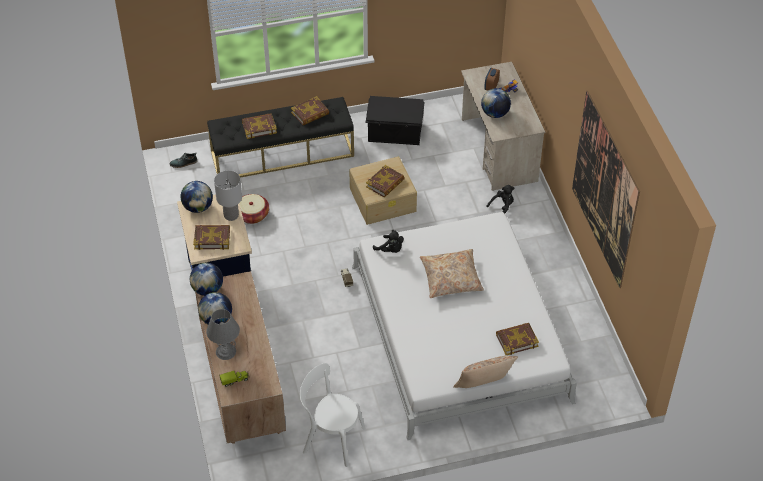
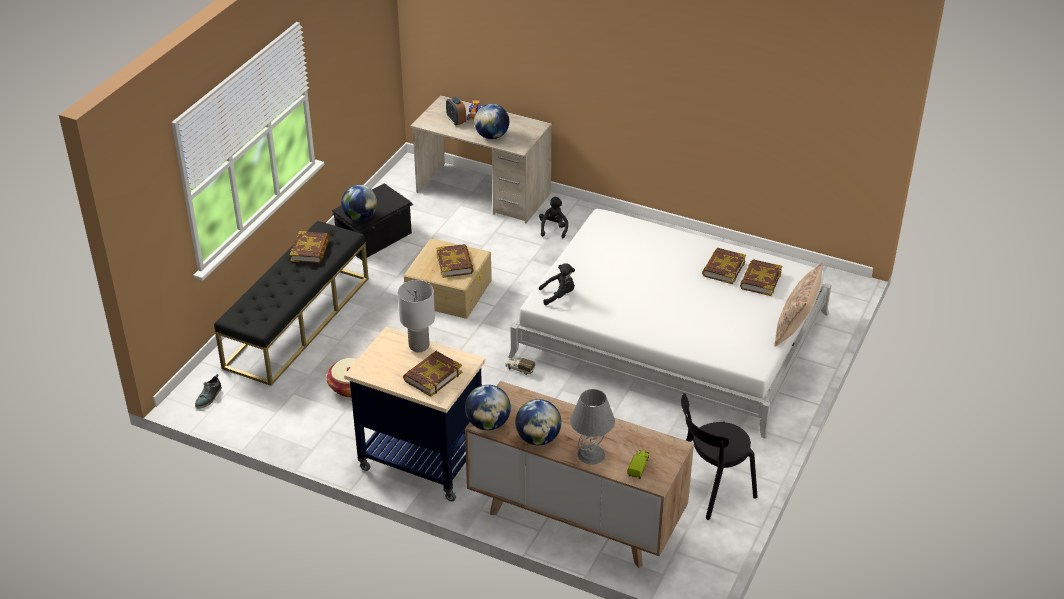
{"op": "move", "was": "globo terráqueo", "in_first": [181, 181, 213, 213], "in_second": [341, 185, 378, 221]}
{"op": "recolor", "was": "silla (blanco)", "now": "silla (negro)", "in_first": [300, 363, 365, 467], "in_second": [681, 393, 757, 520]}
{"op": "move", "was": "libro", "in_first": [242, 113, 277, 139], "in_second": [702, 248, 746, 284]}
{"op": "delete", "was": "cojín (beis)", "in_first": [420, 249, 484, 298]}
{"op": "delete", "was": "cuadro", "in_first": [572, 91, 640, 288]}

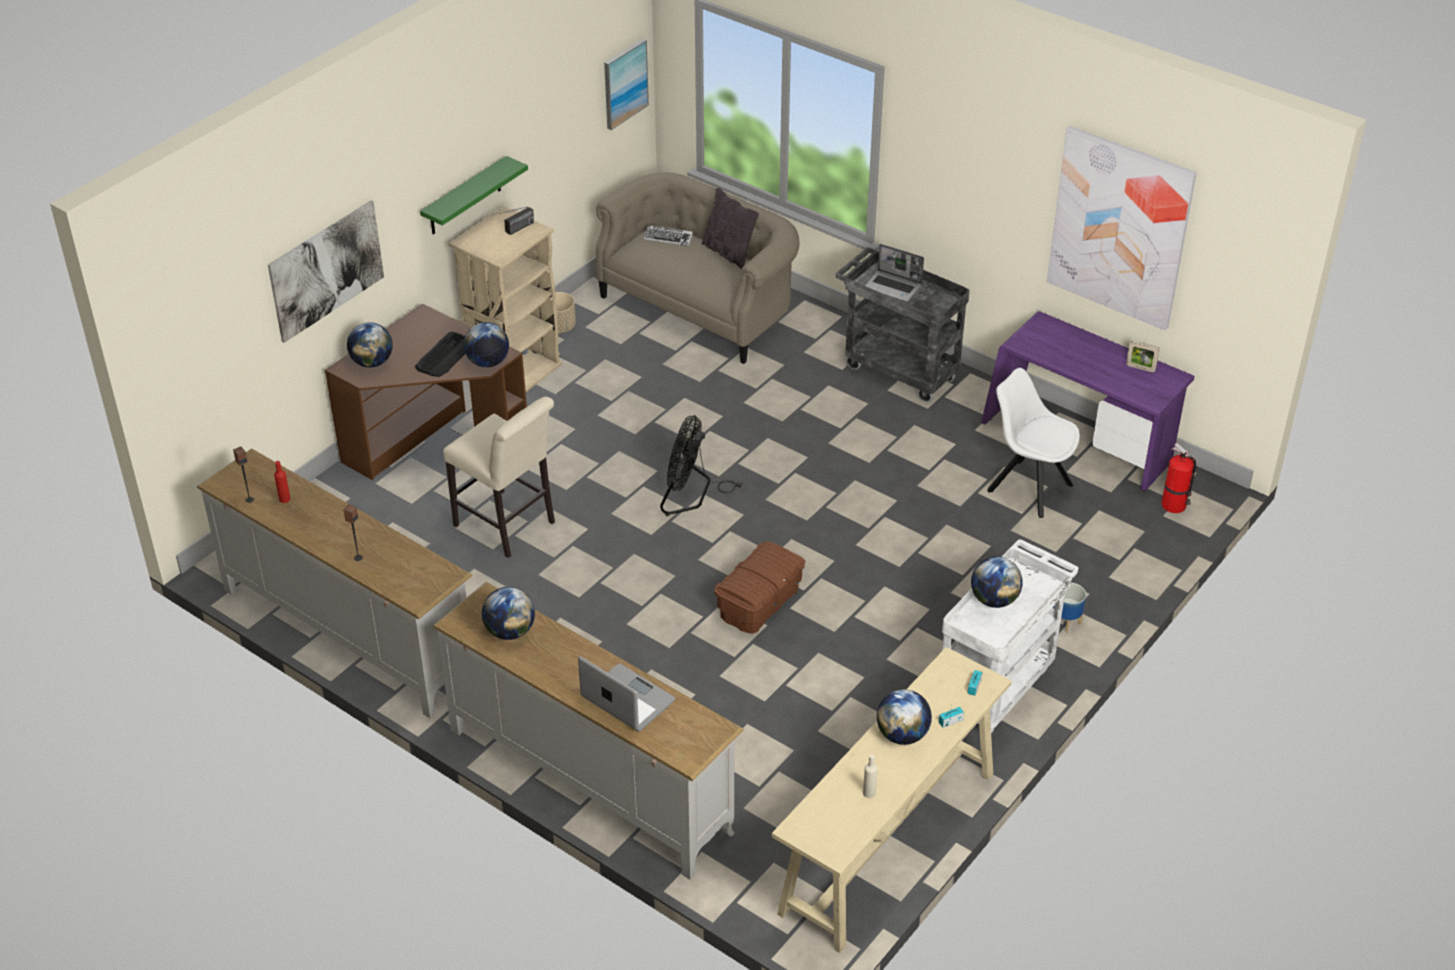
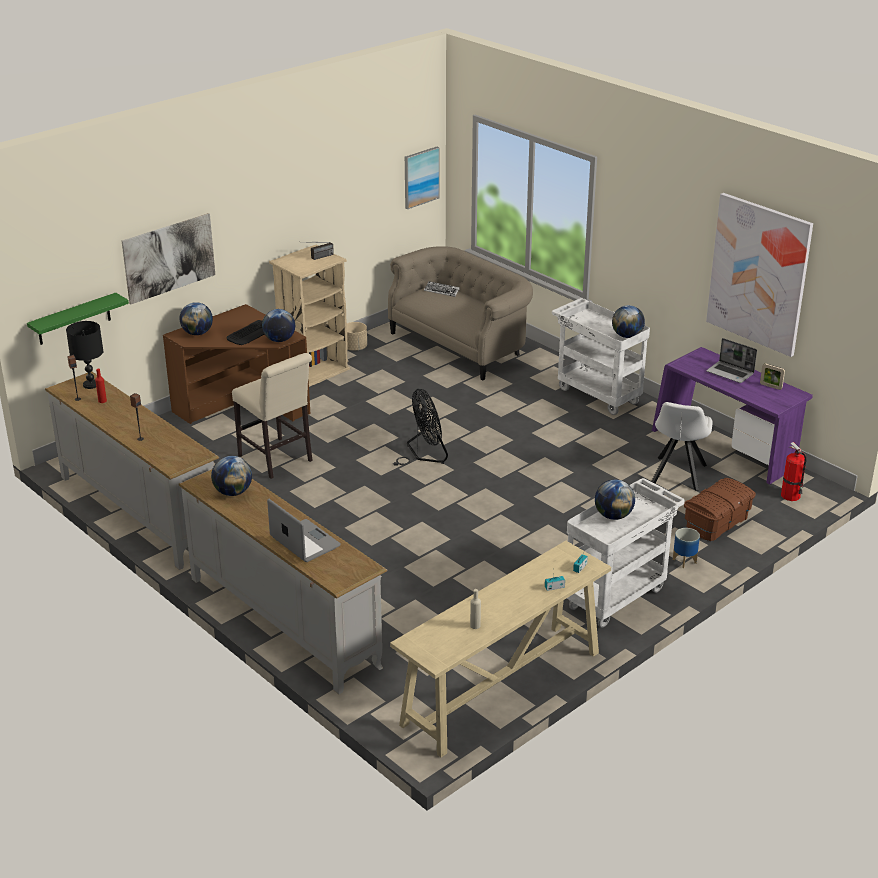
{"op": "move", "was": "estante (verde)", "in_first": [420, 156, 528, 235], "in_second": [27, 293, 129, 345]}
{"op": "insert", "now": "lámpara de mesa (negro)", "in_second": [66, 321, 103, 389]}
{"op": "rotate", "was": "ventilador (negro)", "in_first": [660, 415, 744, 517], "in_second": [393, 389, 448, 466], "clockwise": 135}
{"op": "recolor", "was": "carrito (negro)", "now": "carrito (blanco)", "in_first": [836, 247, 970, 402], "in_second": [552, 298, 650, 415]}
{"op": "move", "was": "globo terráqueo", "in_first": [877, 689, 932, 745], "in_second": [612, 305, 645, 338]}
{"op": "rotate", "was": "silla (blanco)", "in_first": [987, 368, 1080, 518], "in_second": [651, 402, 713, 491], "clockwise": -120}
{"op": "move", "was": "caja de almacenaje (marrón)", "in_first": [714, 541, 805, 634], "in_second": [684, 478, 756, 541]}
{"op": "move", "was": "portátil", "in_first": [865, 244, 924, 302], "in_second": [706, 338, 757, 383]}
{"op": "delete", "was": "cojín (negro)", "in_first": [702, 188, 759, 269]}

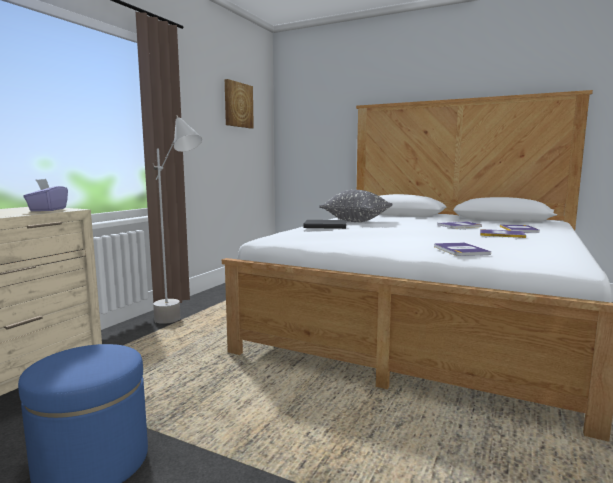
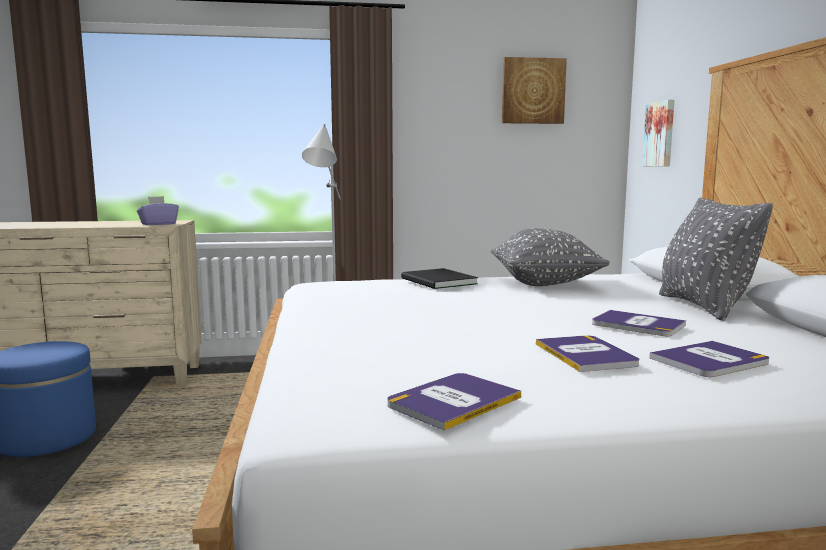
{"op": "move", "was": "libro", "in_first": [434, 243, 491, 256], "in_second": [387, 373, 521, 431]}
{"op": "insert", "now": "cuadro", "in_second": [642, 100, 674, 167]}
{"op": "insert", "now": "cojín (gris)", "in_second": [659, 198, 773, 321]}

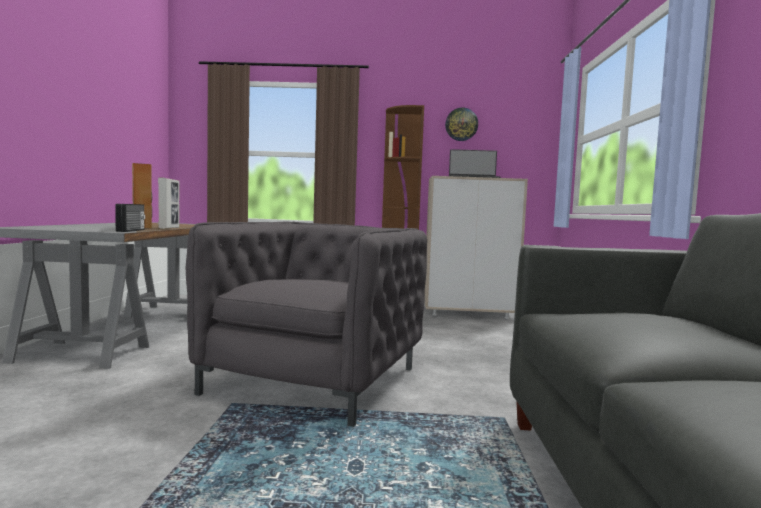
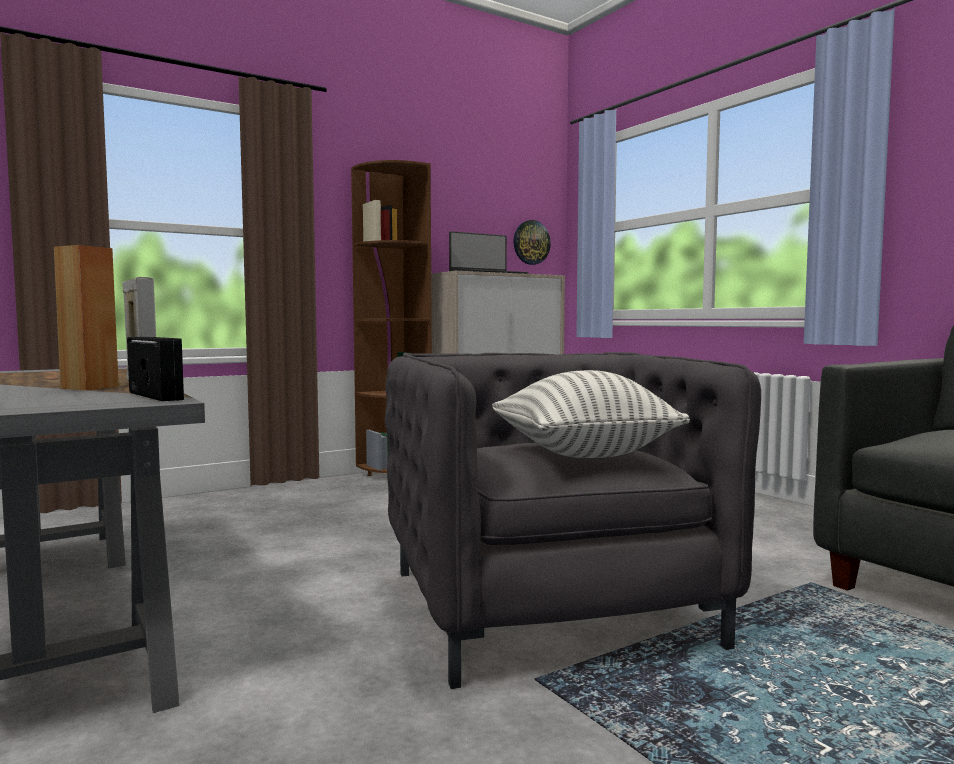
{"op": "insert", "now": "cojín", "in_second": [492, 370, 690, 458]}
{"op": "move", "was": "reloj de pared", "in_first": [445, 108, 478, 141], "in_second": [514, 220, 551, 265]}

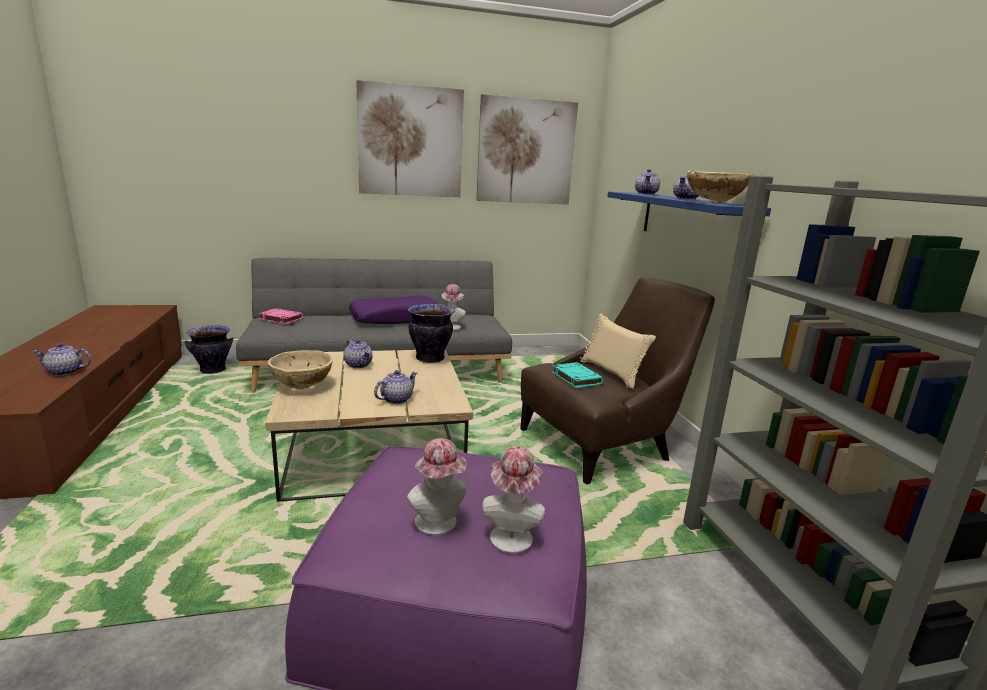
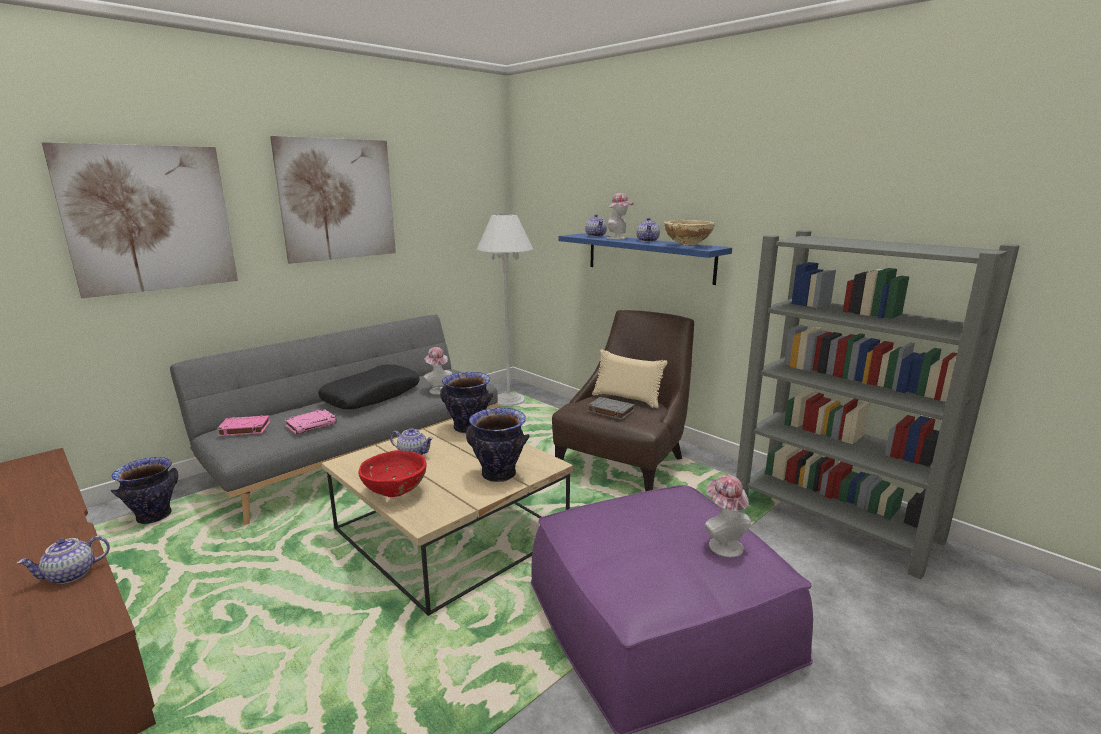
{"op": "move", "was": "cuadro", "in_first": [476, 94, 578, 205], "in_second": [42, 142, 238, 298]}
{"op": "insert", "now": "libro (rosa)", "in_second": [284, 409, 337, 434]}
{"op": "recolor", "was": "cojín (morado)", "now": "cojín (negro)", "in_first": [349, 295, 437, 324], "in_second": [318, 365, 420, 409]}
{"op": "recolor", "was": "cuenco (beis)", "now": "cuenco (rojo)", "in_first": [268, 350, 333, 389], "in_second": [358, 450, 427, 497]}
{"op": "replace", "was": "tetera", "now": "florero", "in_first": [374, 370, 418, 404], "in_second": [466, 408, 530, 482]}
{"op": "insert", "now": "lámpara de pie (blanco)", "in_second": [477, 214, 533, 406]}
{"op": "recolor", "was": "libro (turquesa)", "now": "libro (gris)", "in_first": [552, 362, 604, 388], "in_second": [587, 397, 635, 420]}
{"op": "move", "was": "sombrero", "in_first": [407, 438, 466, 535], "in_second": [606, 193, 634, 240]}

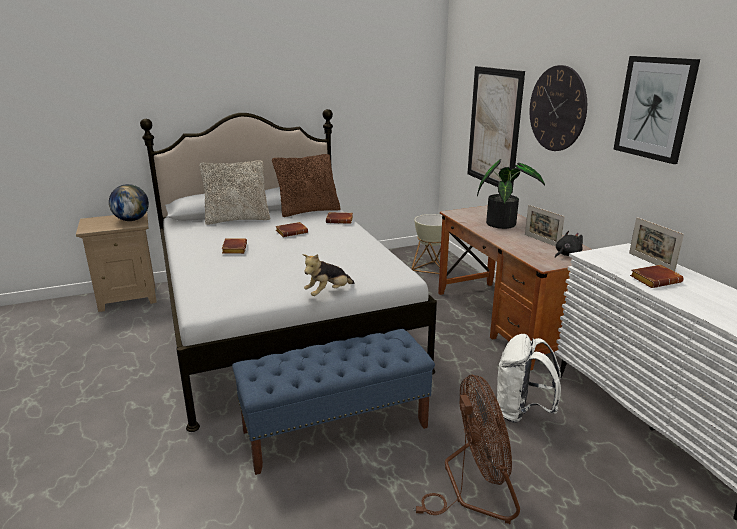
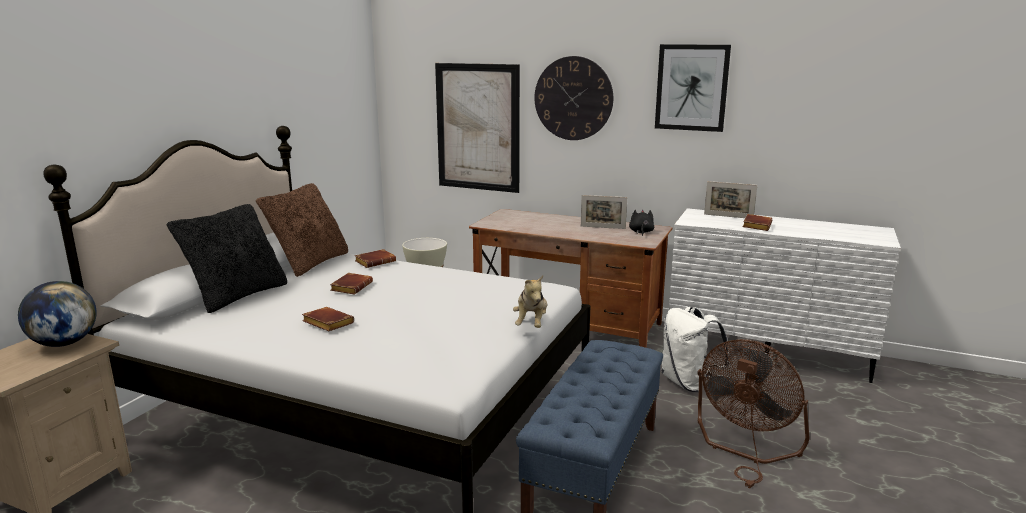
{"op": "recolor", "was": "cojín (beis)", "now": "cojín (negro)", "in_first": [200, 160, 270, 225], "in_second": [167, 204, 287, 313]}
{"op": "delete", "was": "planta en maceta", "in_first": [477, 159, 545, 229]}

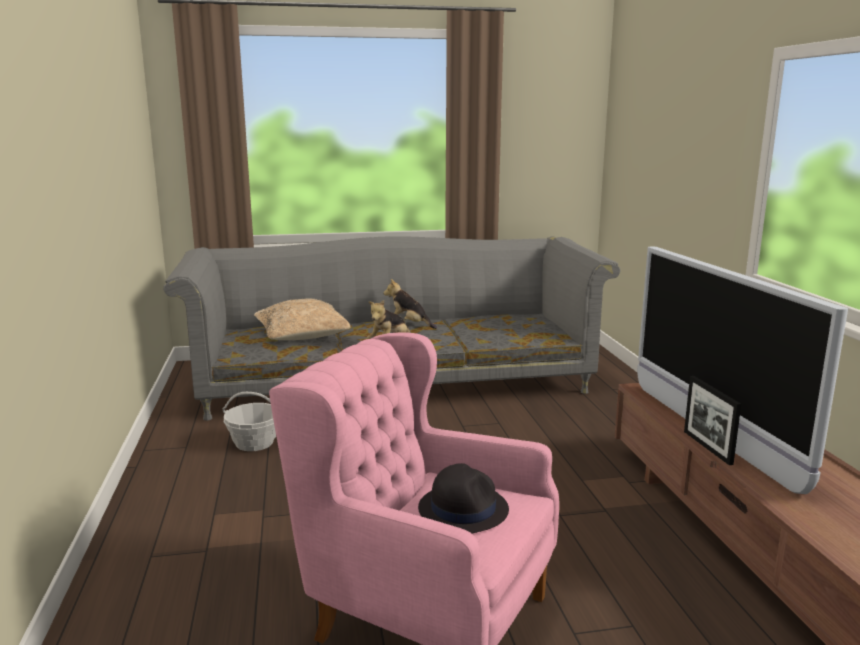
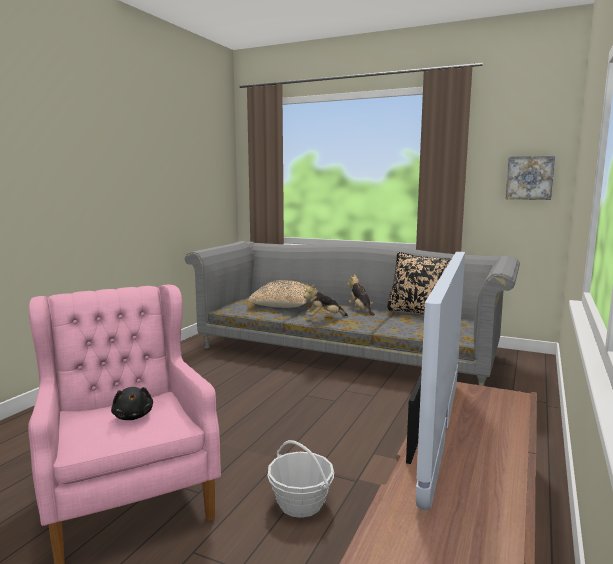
{"op": "replace", "was": "sombrero (negro)", "now": "peluche (negro)", "in_first": [418, 463, 509, 534], "in_second": [111, 387, 153, 420]}
{"op": "move", "was": "cesta", "in_first": [223, 392, 276, 451], "in_second": [267, 440, 334, 518]}
{"op": "insert", "now": "cojín (negro)", "in_second": [387, 252, 452, 314]}
{"op": "insert", "now": "cuadro", "in_second": [506, 156, 555, 200]}

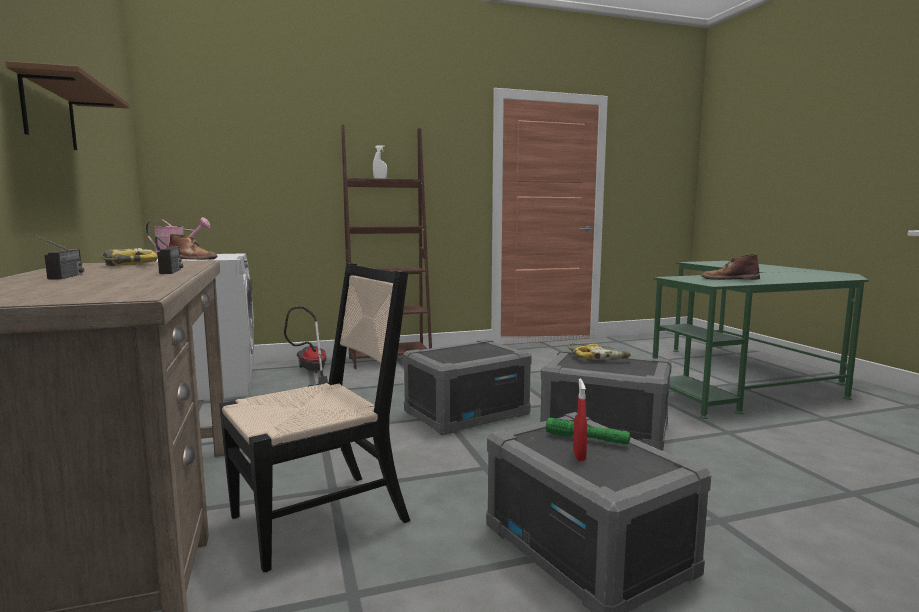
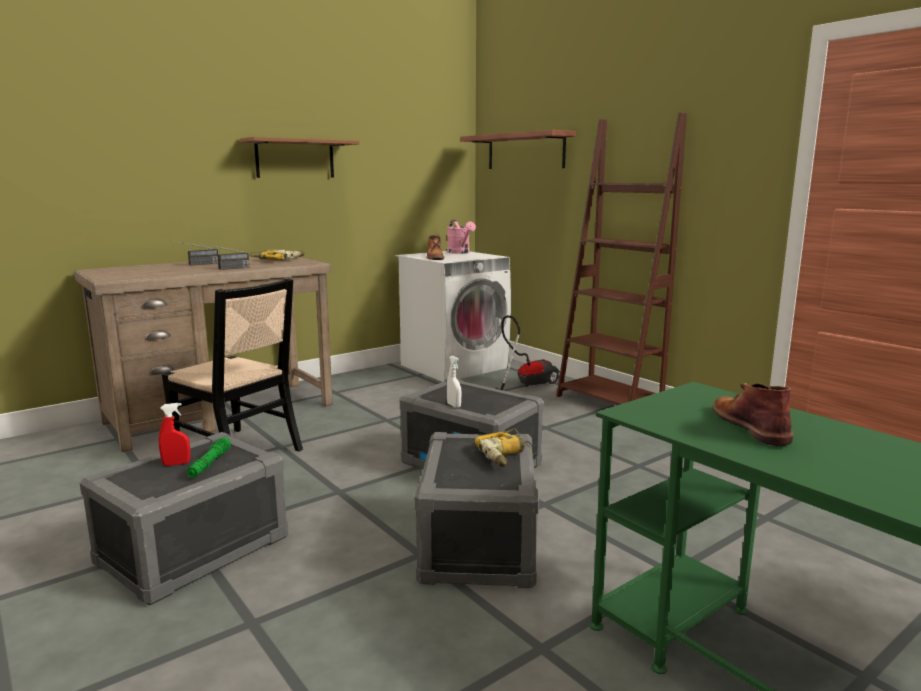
{"op": "move", "was": "pulverizador (blanco)", "in_first": [373, 145, 387, 179], "in_second": [447, 356, 461, 408]}
{"op": "insert", "now": "estante", "in_second": [460, 130, 576, 169]}

